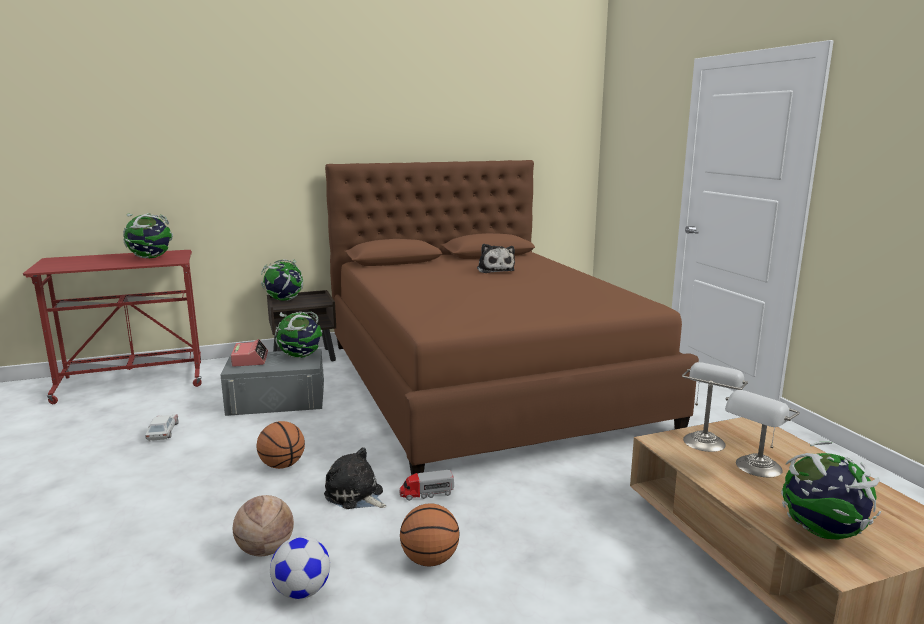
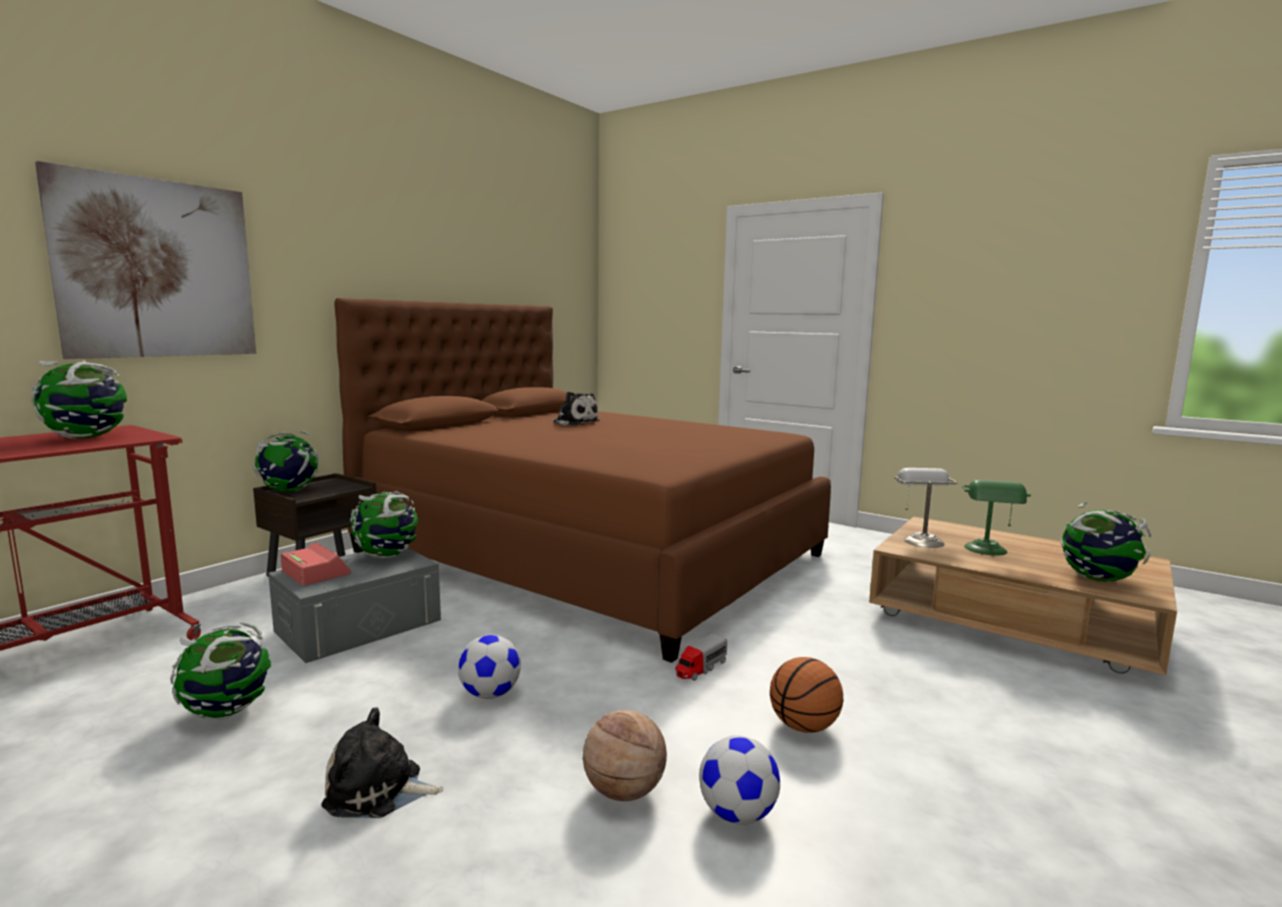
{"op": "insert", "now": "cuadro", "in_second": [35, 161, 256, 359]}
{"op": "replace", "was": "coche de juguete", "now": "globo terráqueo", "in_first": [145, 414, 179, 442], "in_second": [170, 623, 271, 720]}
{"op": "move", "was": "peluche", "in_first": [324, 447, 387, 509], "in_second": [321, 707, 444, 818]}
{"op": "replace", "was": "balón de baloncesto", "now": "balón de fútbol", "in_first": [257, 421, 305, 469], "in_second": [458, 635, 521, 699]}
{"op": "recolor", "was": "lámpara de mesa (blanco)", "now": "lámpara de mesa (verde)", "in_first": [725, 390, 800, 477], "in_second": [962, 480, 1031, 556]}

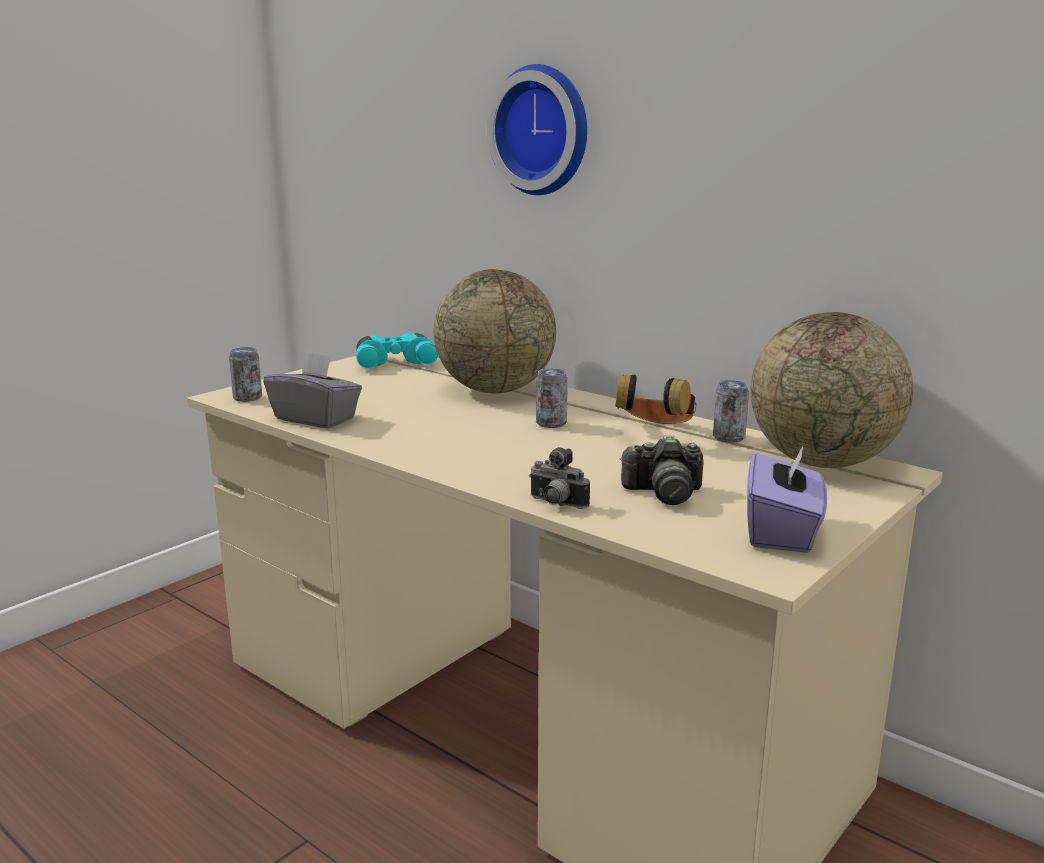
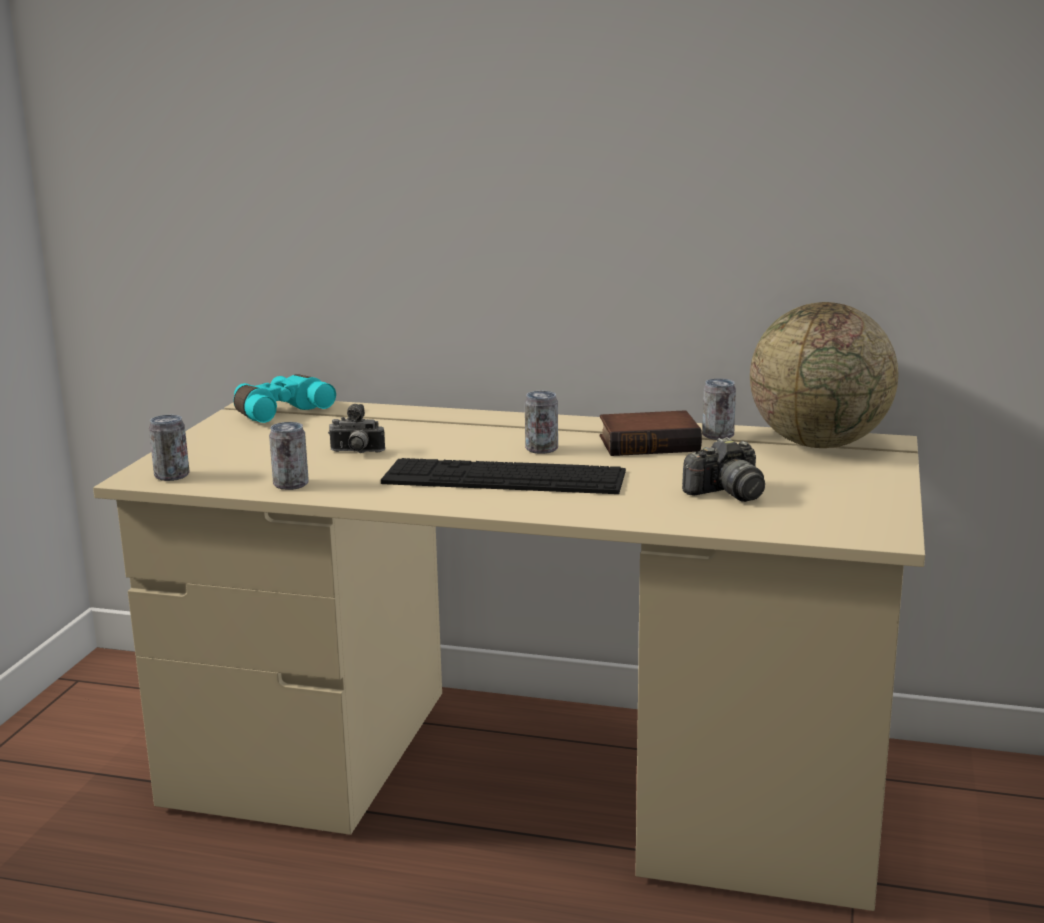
{"op": "replace", "was": "caja de pañuelos (gris)", "now": "lata", "in_first": [263, 351, 362, 428], "in_second": [269, 422, 309, 490]}
{"op": "move", "was": "cámara", "in_first": [529, 447, 590, 509], "in_second": [328, 404, 385, 453]}
{"op": "insert", "now": "teclado", "in_second": [381, 458, 626, 494]}
{"op": "replace", "was": "auriculares", "now": "libro", "in_first": [616, 374, 696, 424], "in_second": [600, 410, 702, 456]}
{"op": "delete", "was": "globo terráqueo", "in_first": [433, 269, 556, 393]}
{"op": "delete", "was": "reloj de pared", "in_first": [487, 64, 587, 195]}
{"op": "delete", "was": "caja de pañuelos (morado)", "in_first": [747, 444, 827, 553]}

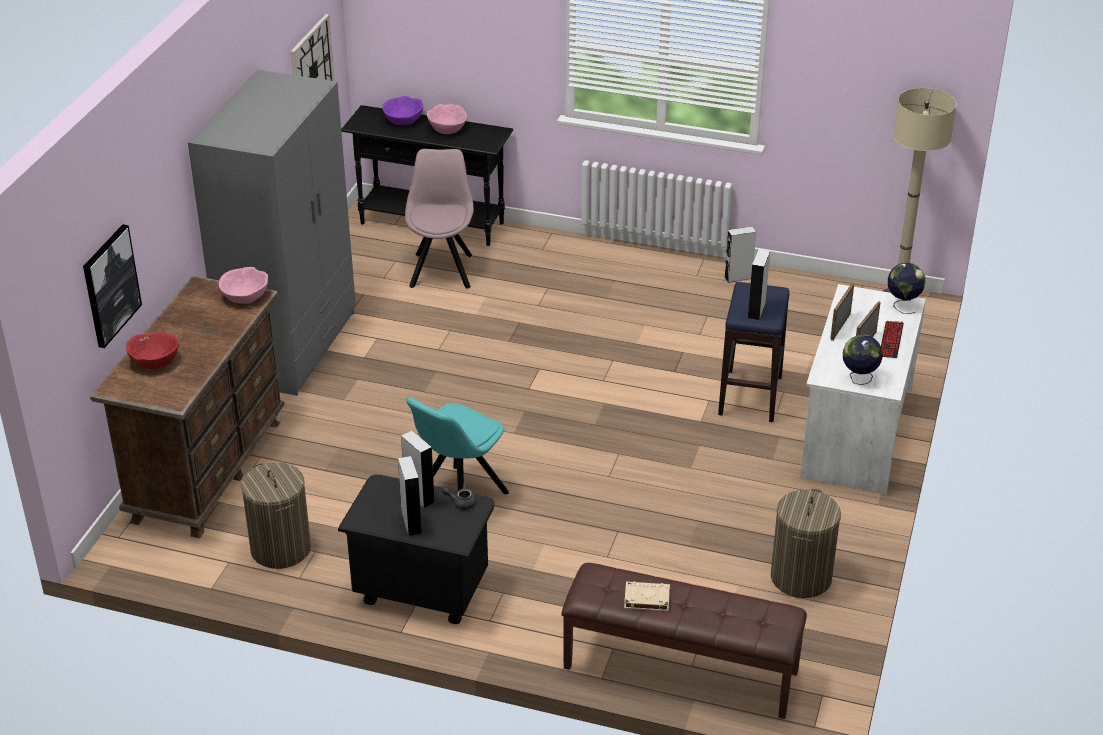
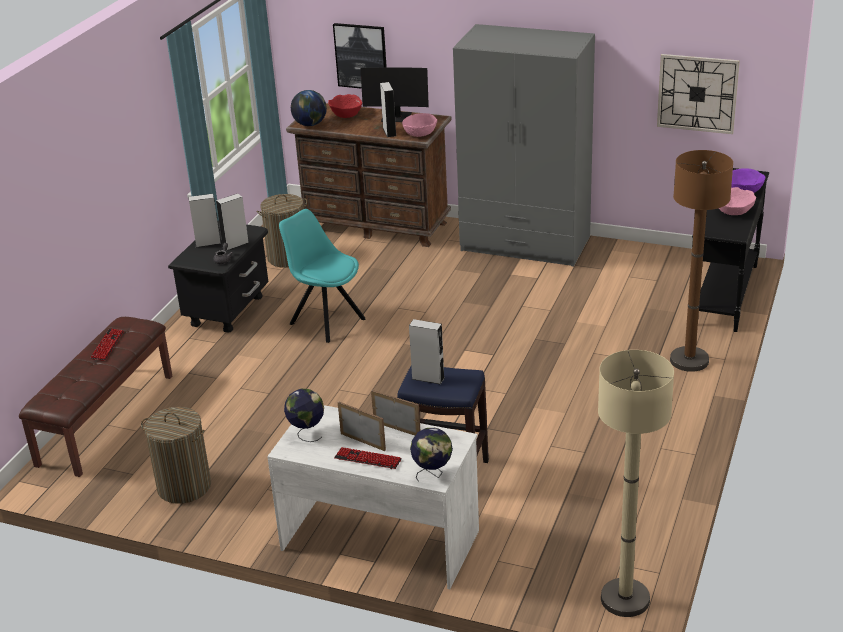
{"op": "replace", "was": "libro (beis)", "now": "teclado", "in_first": [624, 581, 670, 611], "in_second": [90, 329, 124, 361]}
{"op": "insert", "now": "globo terráqueo", "in_second": [291, 90, 327, 126]}
{"op": "insert", "now": "monitor", "in_second": [361, 67, 429, 122]}
{"op": "move", "was": "altavoz (gris)", "in_first": [724, 226, 756, 283], "in_second": [380, 82, 396, 137]}
{"op": "insert", "now": "lámpara de pie (marrón)", "in_second": [670, 150, 733, 372]}
{"op": "delete", "was": "silla (rosa)", "in_first": [405, 149, 474, 289]}

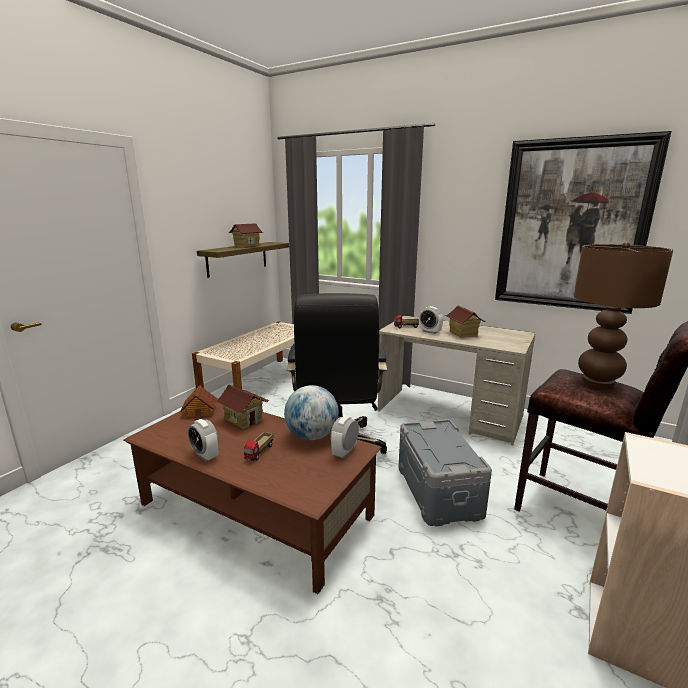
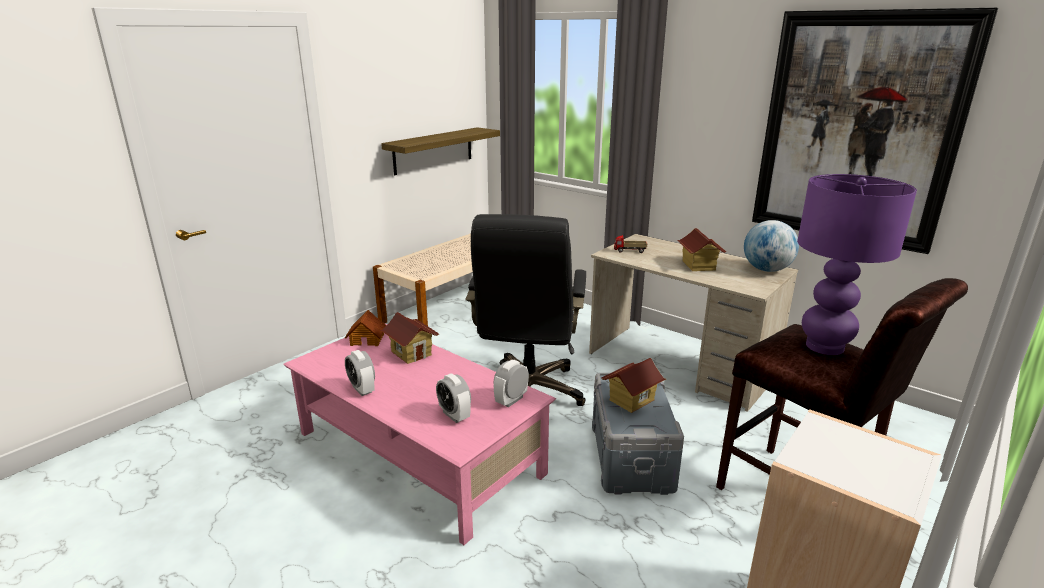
{"op": "recolor", "was": "mesa de centro (marrón)", "now": "mesa de centro (rosa)", "in_first": [124, 399, 382, 594], "in_second": [283, 323, 556, 545]}
{"op": "move", "was": "despertador", "in_first": [419, 306, 443, 334], "in_second": [436, 374, 471, 423]}
{"op": "move", "was": "casita", "in_first": [228, 223, 263, 247], "in_second": [601, 358, 666, 413]}
{"op": "move", "was": "globo terráqueo", "in_first": [284, 385, 339, 440], "in_second": [744, 220, 799, 272]}
{"op": "recolor", "was": "lámpara de mesa (marrón)", "now": "lámpara de mesa (morado)", "in_first": [574, 242, 673, 389], "in_second": [797, 174, 917, 355]}
{"op": "delete", "was": "camión de juguete", "in_first": [244, 432, 274, 461]}

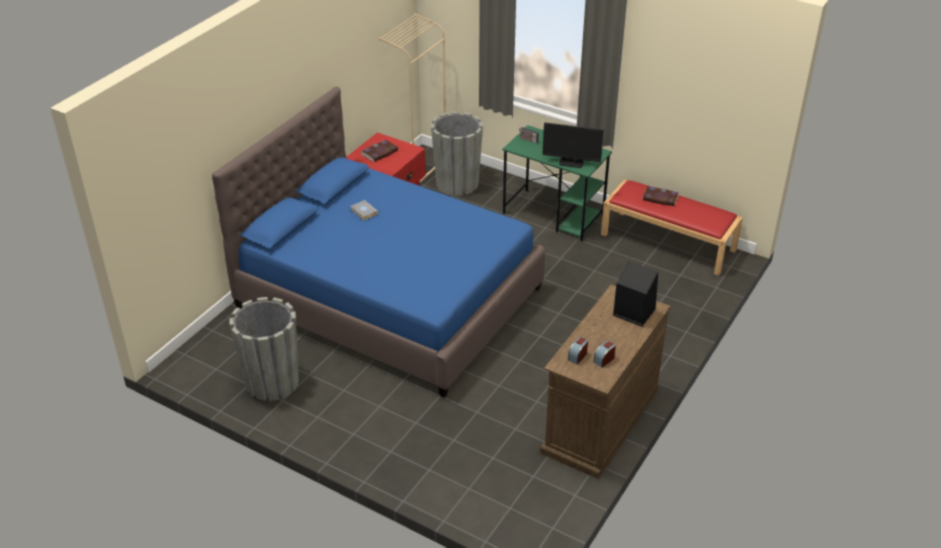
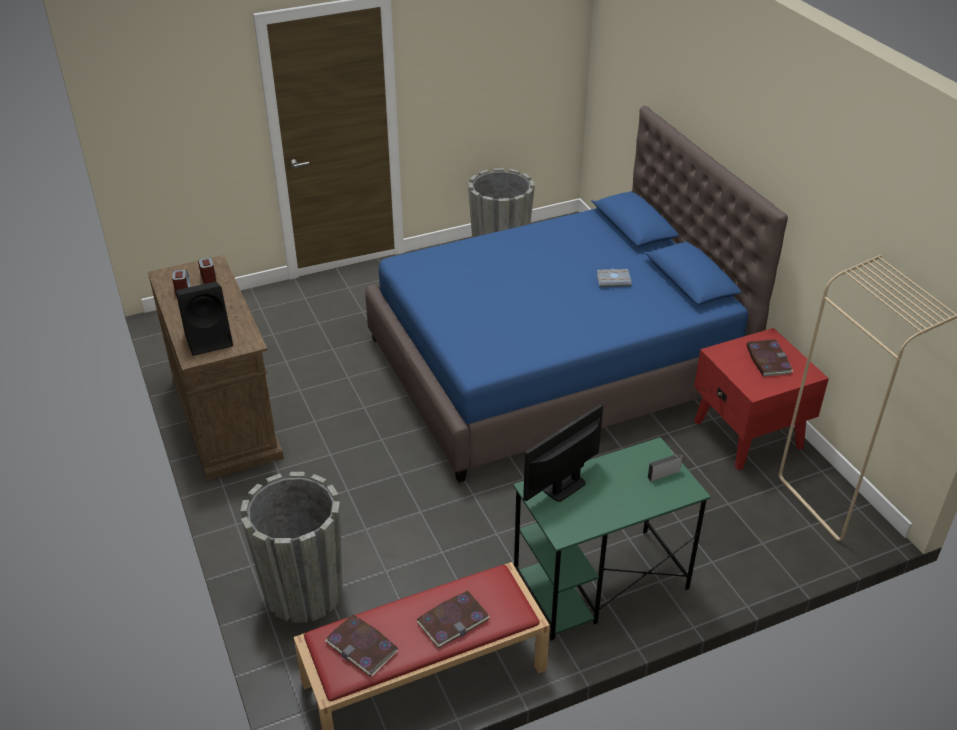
{"op": "move", "was": "maceta (gris)", "in_first": [431, 112, 483, 196], "in_second": [240, 472, 342, 623]}
{"op": "insert", "now": "libro", "in_second": [325, 614, 398, 677]}

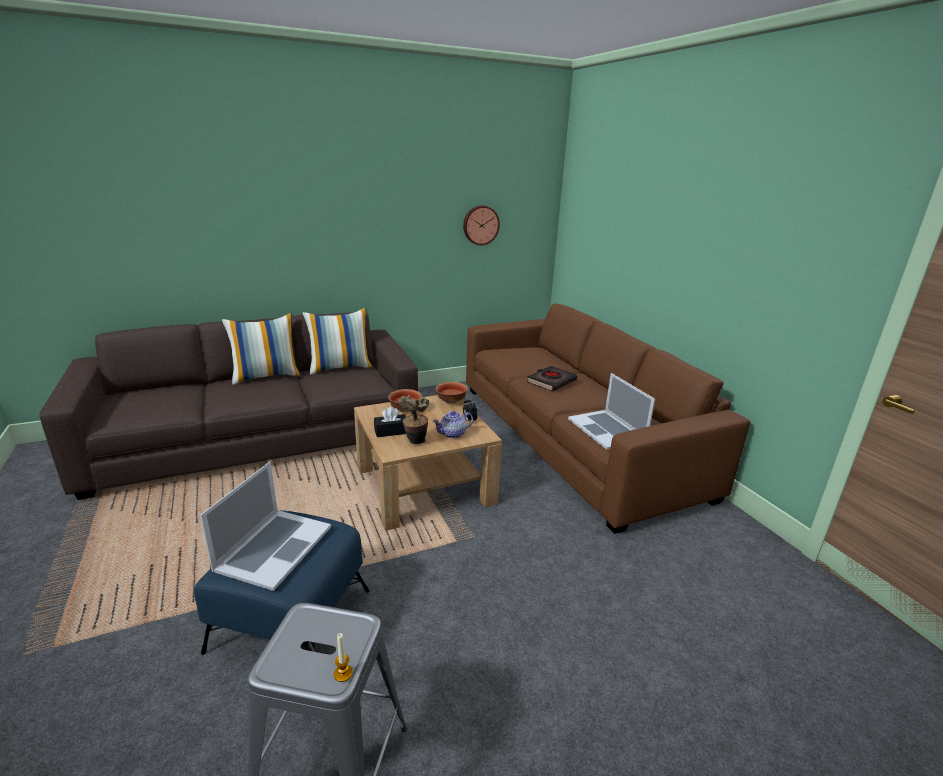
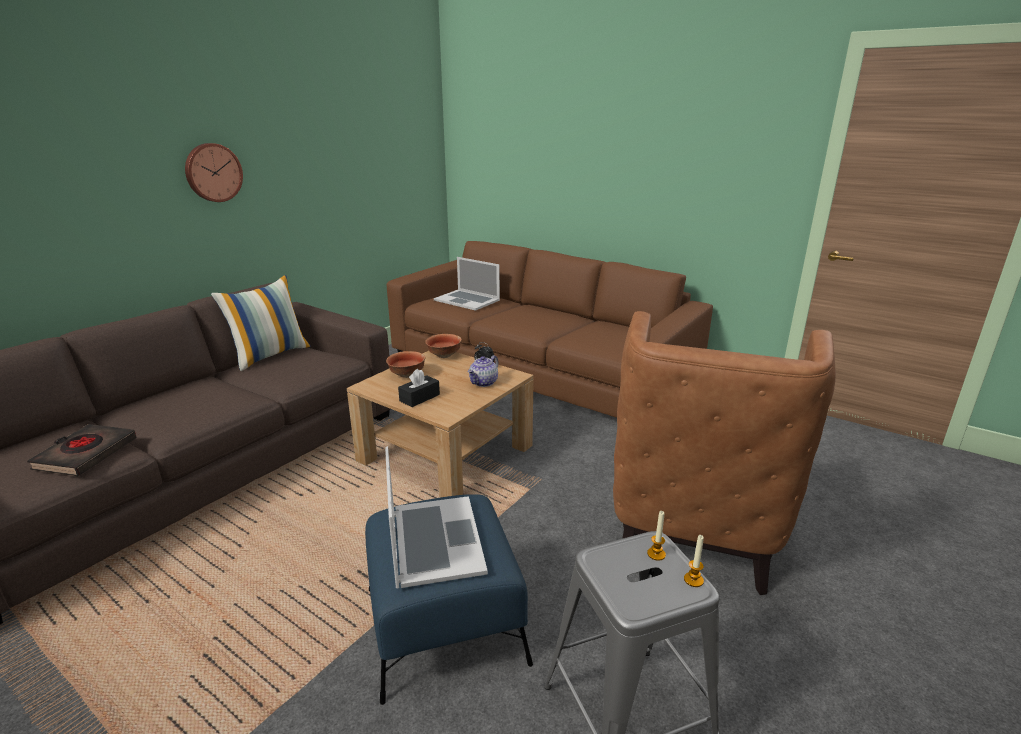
{"op": "move", "was": "libro (negro)", "in_first": [527, 366, 577, 391], "in_second": [27, 424, 137, 476]}
{"op": "move", "was": "reloj de pared", "in_first": [463, 205, 500, 245], "in_second": [185, 143, 243, 202]}
{"op": "move", "was": "portátil", "in_first": [568, 373, 655, 450], "in_second": [434, 257, 500, 311]}
{"op": "insert", "now": "sillón (marrón)", "in_second": [613, 311, 836, 595]}
{"op": "insert", "now": "vela", "in_second": [647, 511, 666, 561]}
{"op": "delete", "was": "cojín", "in_first": [222, 313, 301, 385]}
{"op": "delete", "was": "planta en maceta", "in_first": [398, 395, 429, 444]}

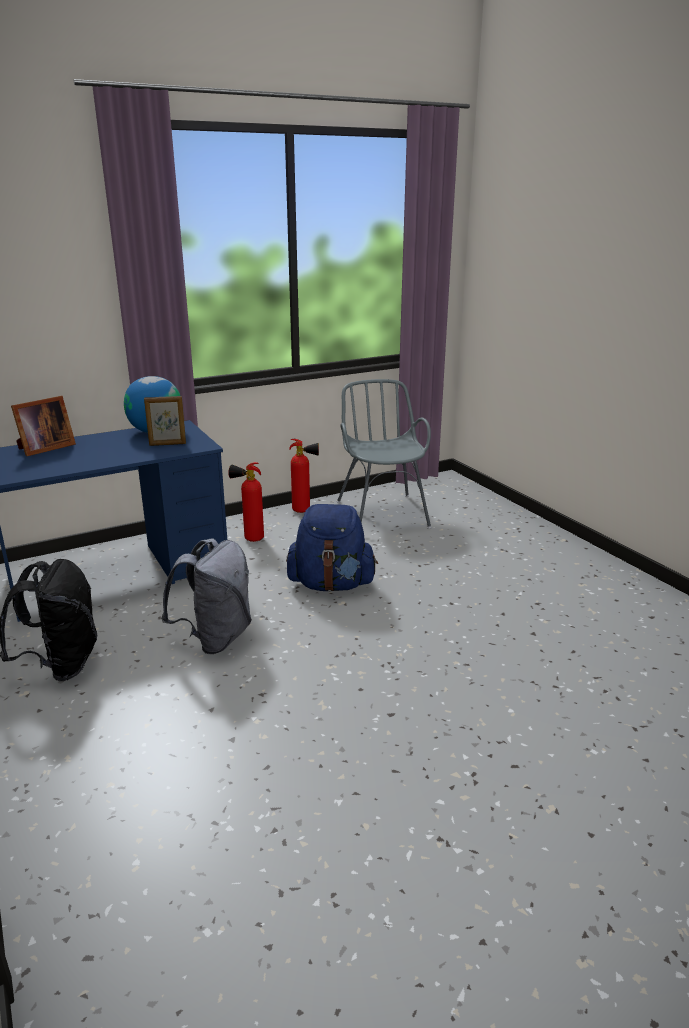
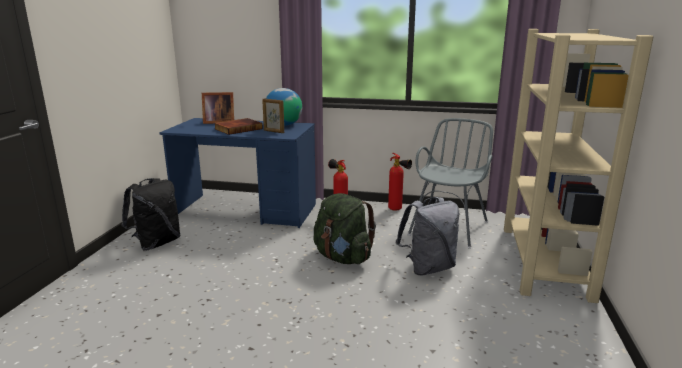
{"op": "insert", "now": "libro", "in_second": [214, 118, 263, 135]}
{"op": "recolor", "was": "mochila (azul)", "now": "mochila (verde)", "in_first": [286, 504, 378, 591], "in_second": [314, 193, 376, 264]}
{"op": "move", "was": "mochila (gris)", "in_first": [161, 539, 252, 654], "in_second": [396, 197, 459, 276]}
{"op": "insert", "now": "estantería (beis)", "in_second": [504, 29, 654, 303]}

